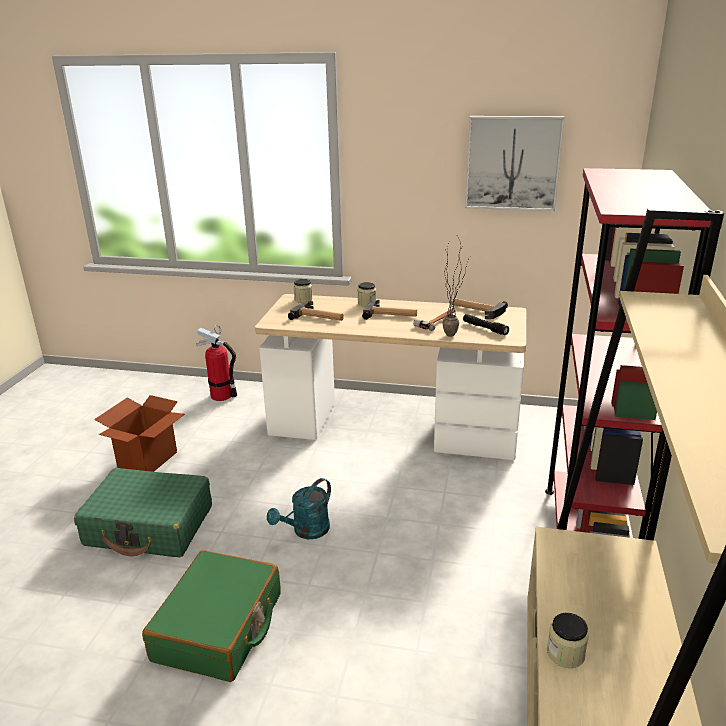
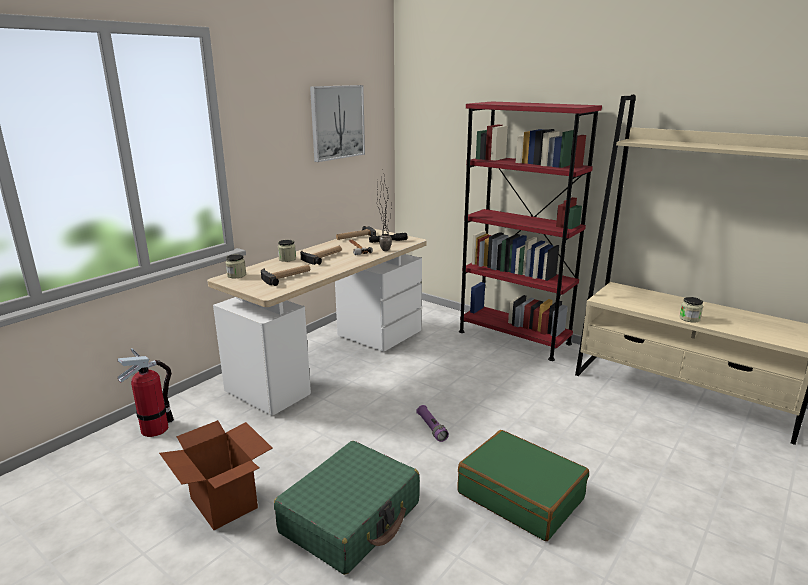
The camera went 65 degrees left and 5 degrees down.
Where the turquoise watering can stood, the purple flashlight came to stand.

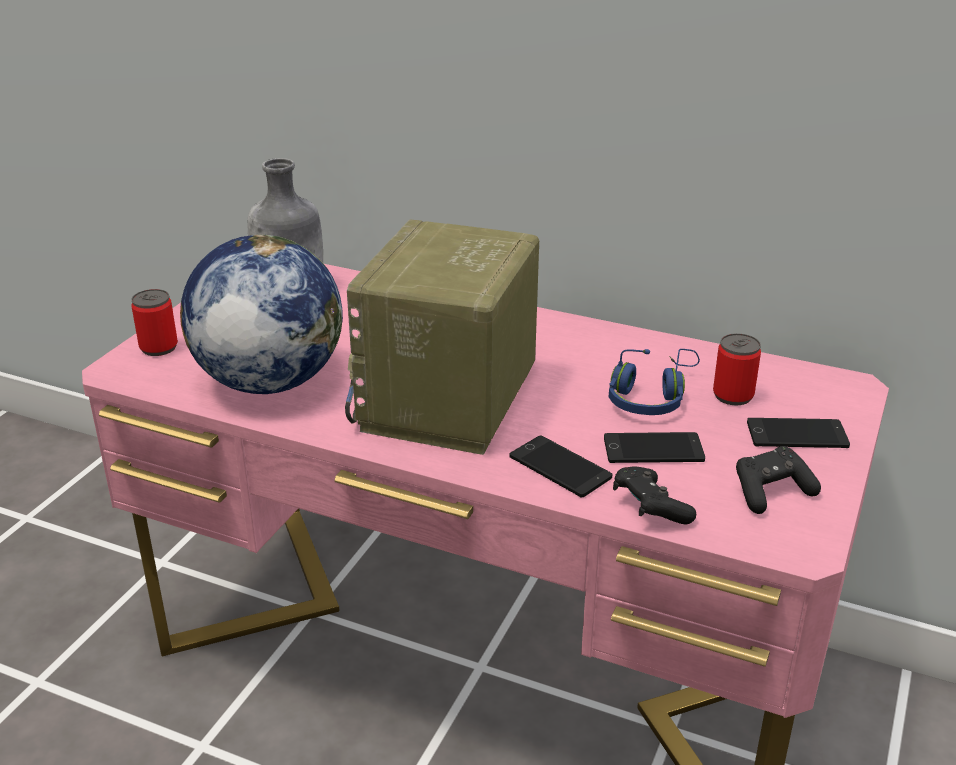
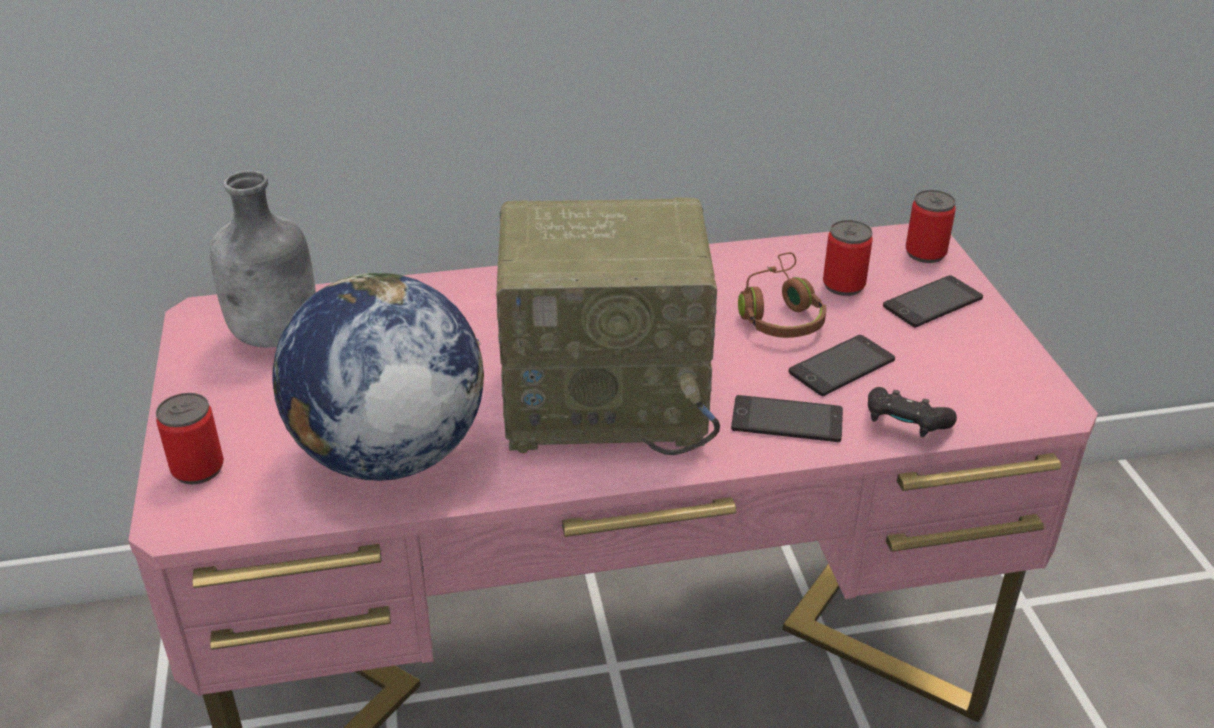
The camera went 35 degrees left and 5 degrees up.
The radio ended up facing another way, 75 degrees counterclockwise from before.
What was the blue headphones turned into the brown headphones.
The second view lost the black game controller (2nd from left).
The second view gained the can (3rd from left).

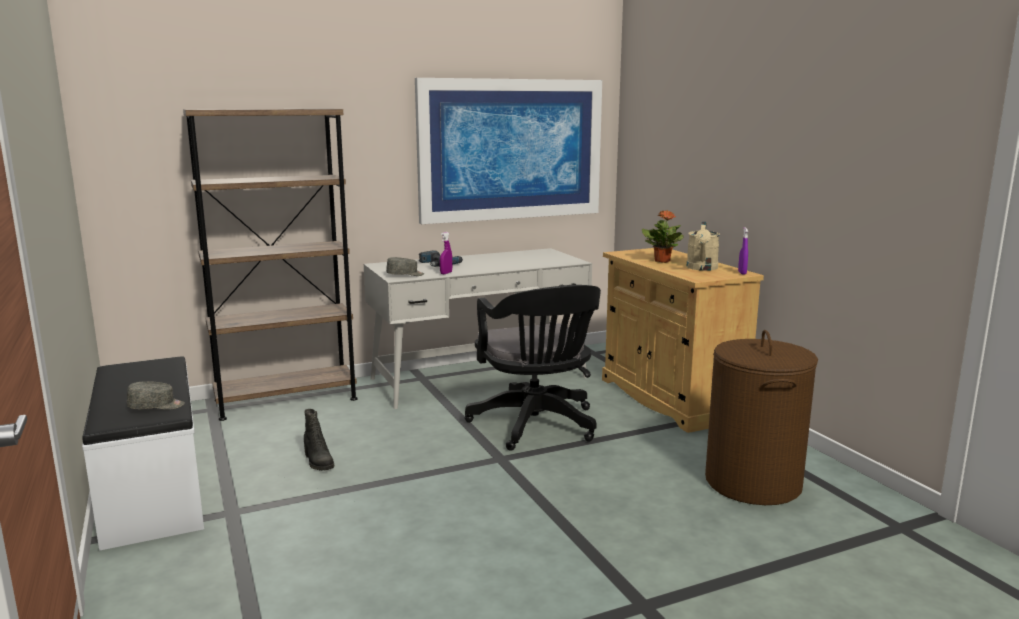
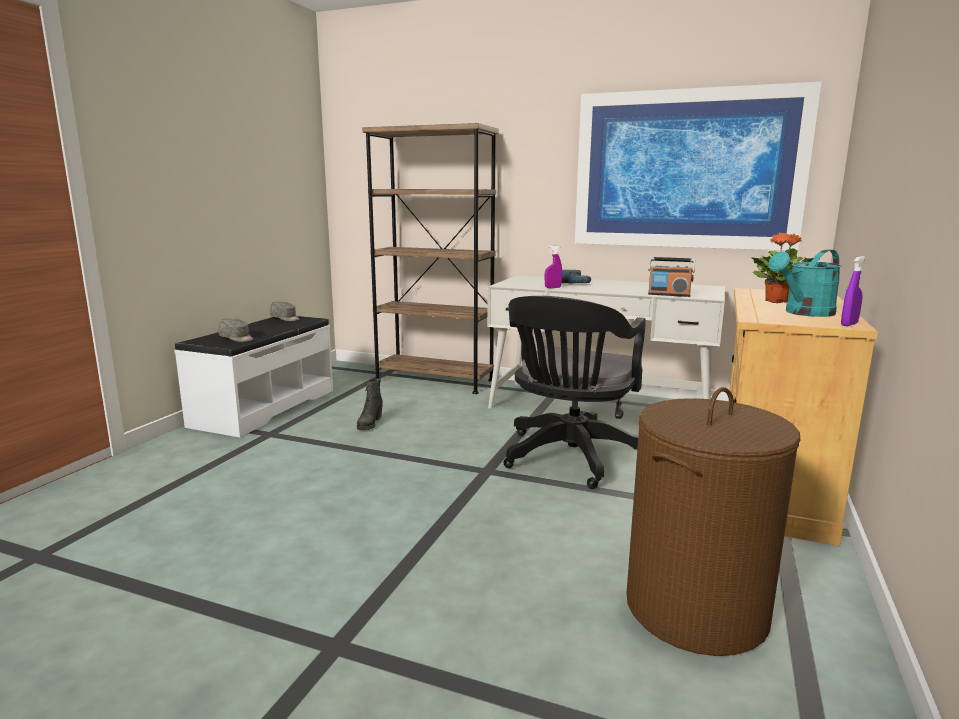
The camera went 45 degrees right and 0 degrees up.
The grey cap (2nd from left) ended up elsewhere.
What was the beige watering can turned into the turquoise watering can.
The second view gained the radio.

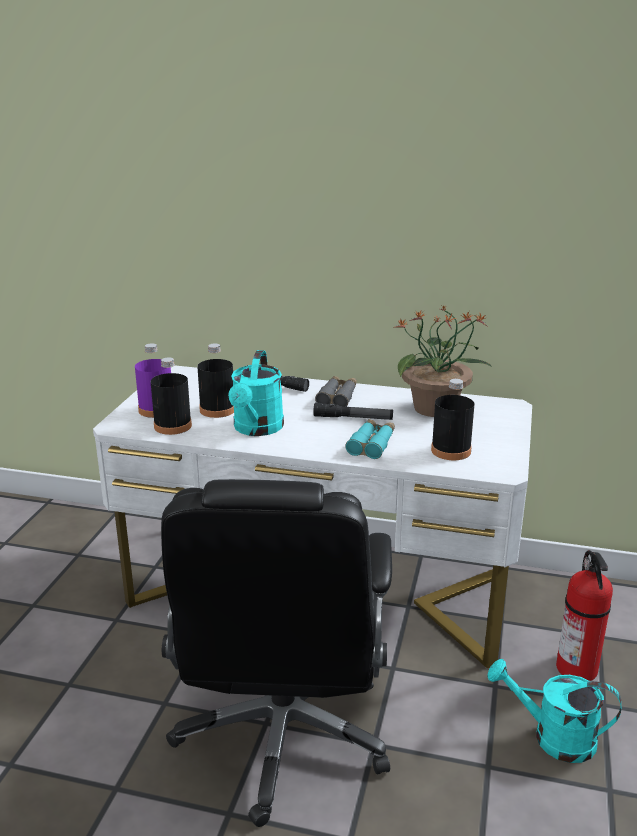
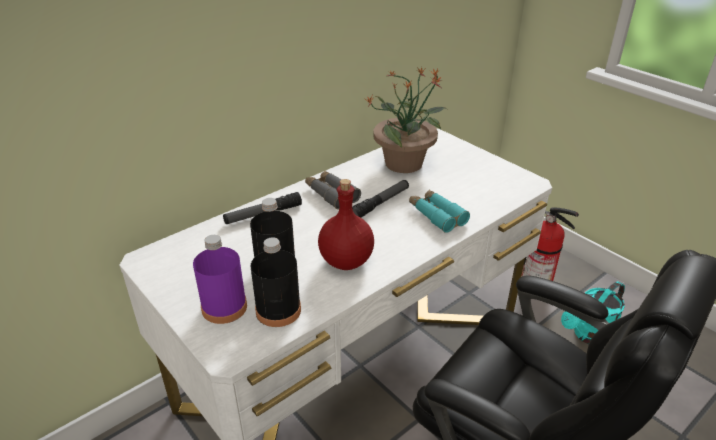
The camera went 55 degrees left and 10 degrees up.
Where the turquoise watering can (1st from left) stood, the red bottle came to stand.
The second view lost the black bottle (3rd from left).

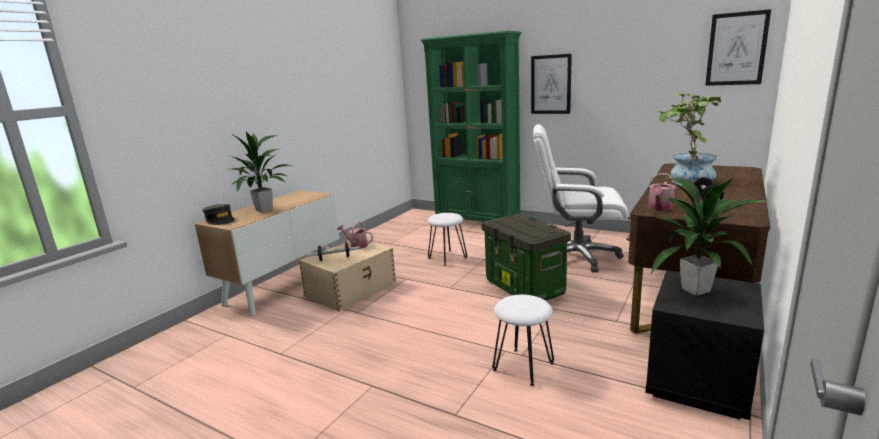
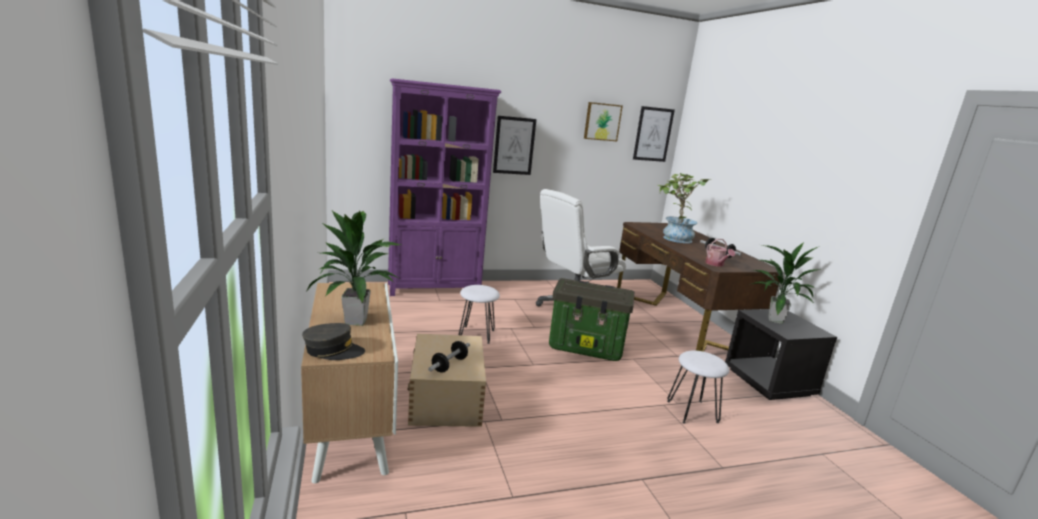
The camera went 50 degrees left and 0 degrees up.
The second view lost the watering can (1st from left).
What was the green bookcase turned into the purple bookcase.
The second view gained the picture (2nd from left).

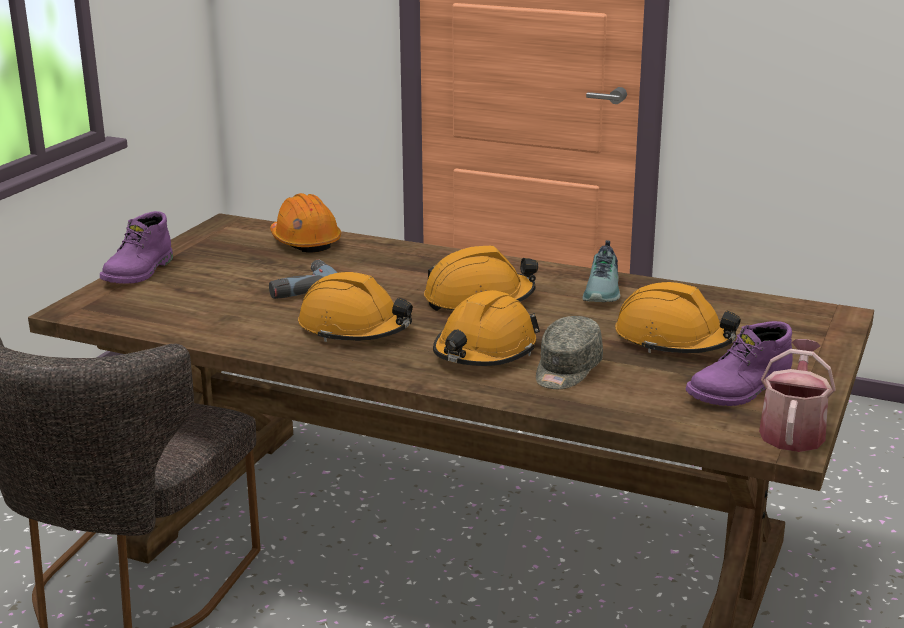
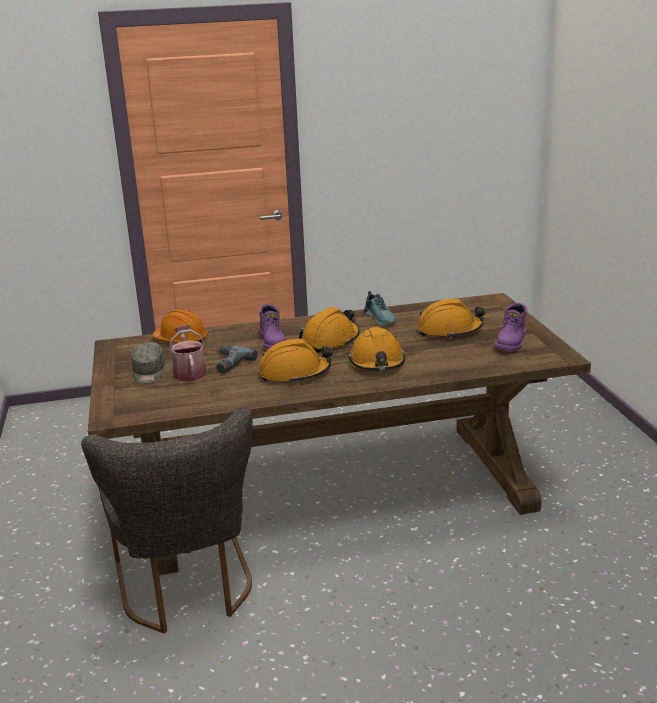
The camera went 35 degrees left and 0 degrees up.
The purple boot (1st from left) ended up elsewhere.
The grey cap ended up elsewhere.
The watering can ended up elsewhere.

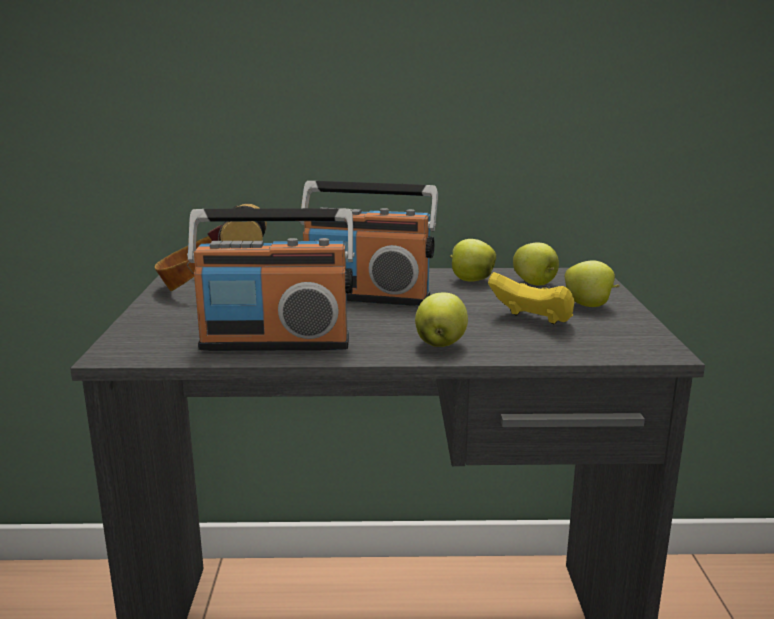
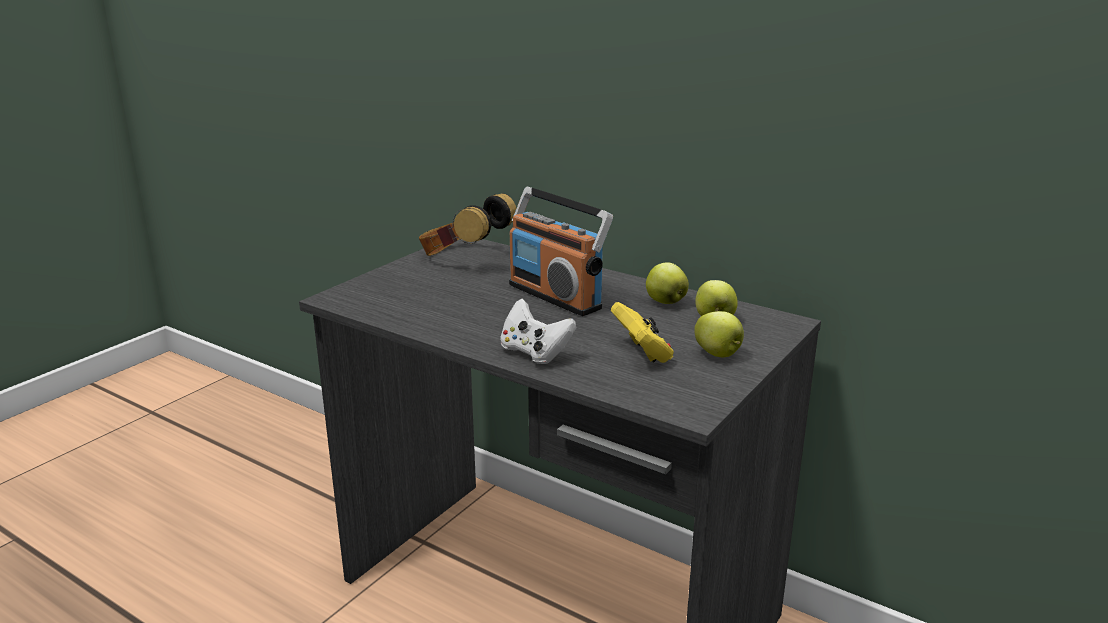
The camera went 35 degrees right and 5 degrees up.
The second view lost the radio (1st from left).
Where the apple (1st from left) stood, the white game controller came to stand.

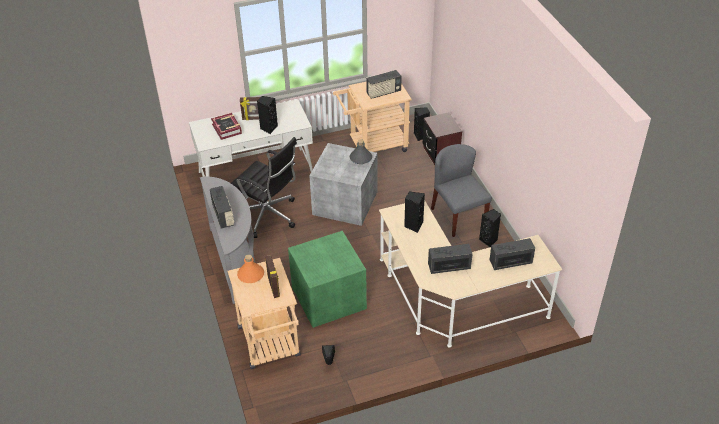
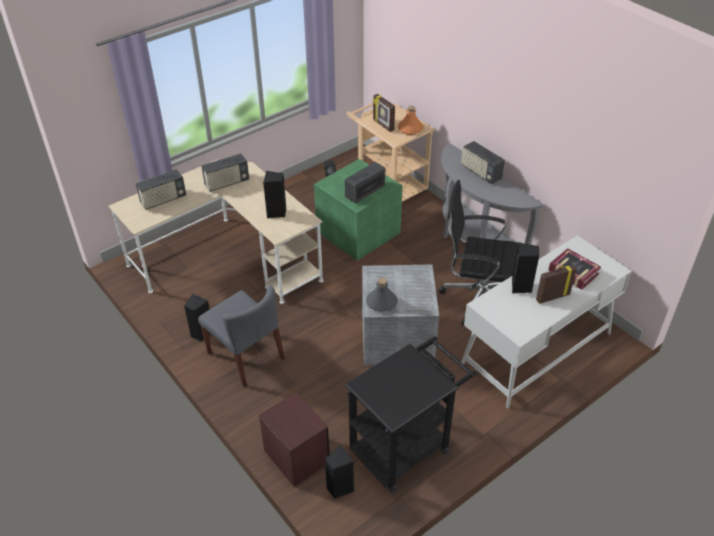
The camera went 160 degrees right and 0 degrees up.
What was the beige cart (2nd from left) turned into the black cart.
The radio (2nd from left in the first image) ended up elsewhere.

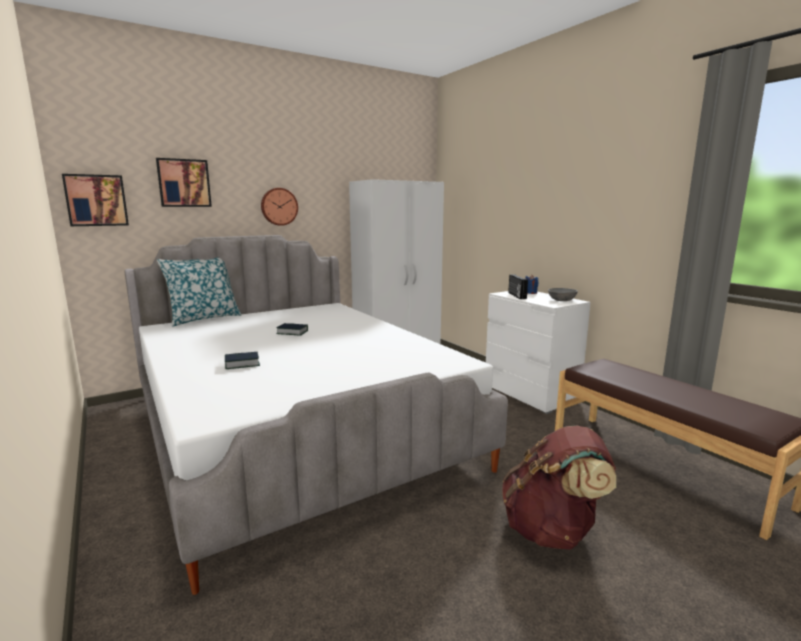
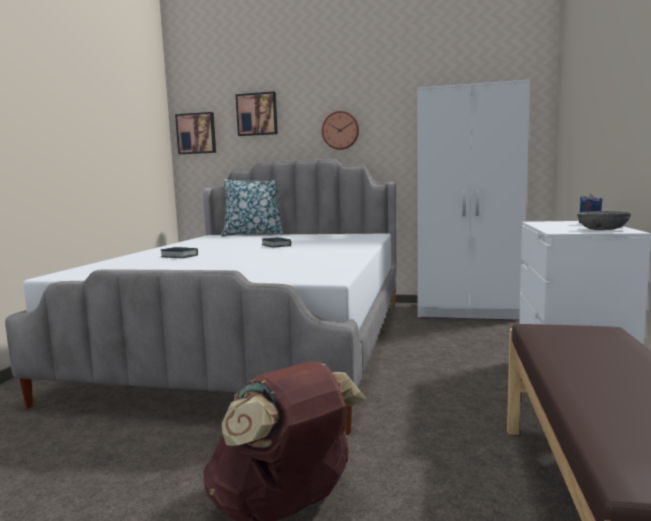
The camera went 45 degrees right and 5 degrees down.
The second view lost the radio.

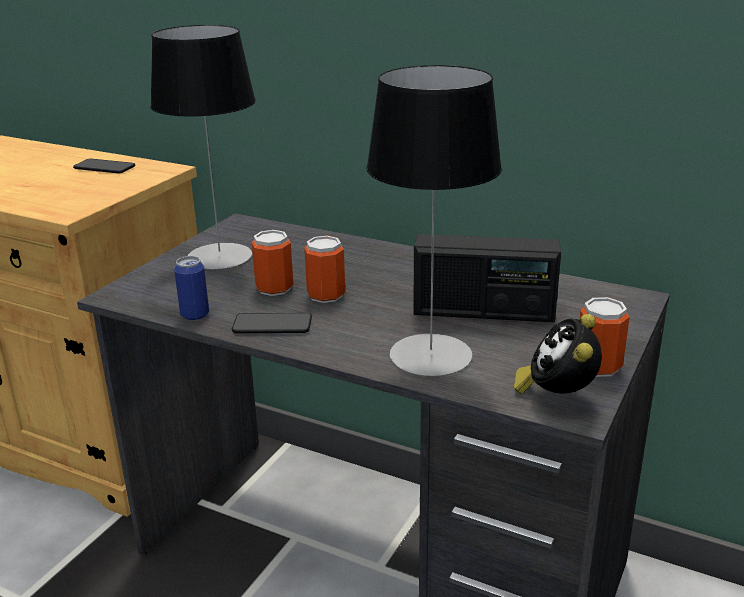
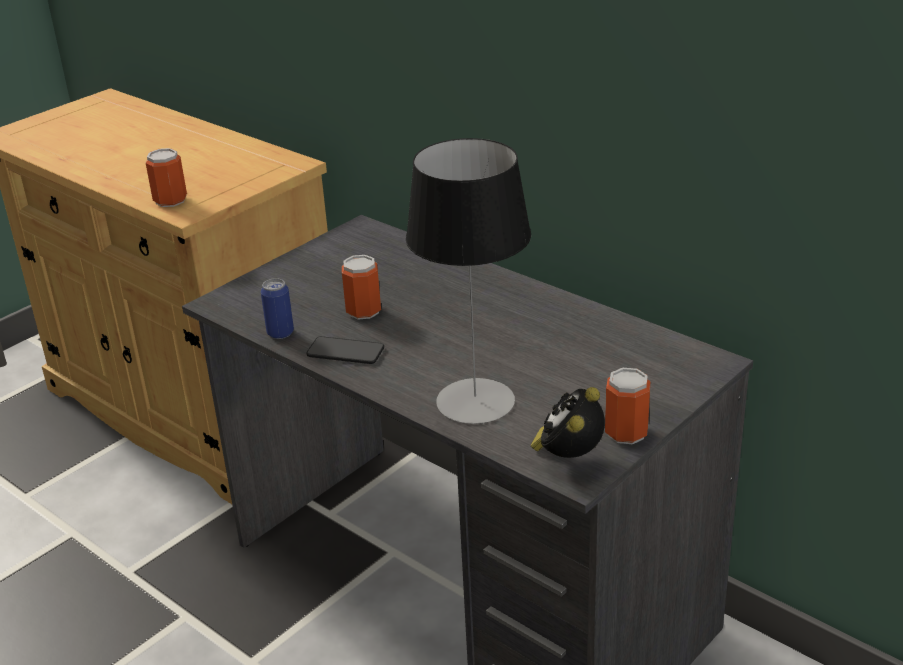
The camera went 15 degrees right and 5 degrees up.
The second view lost the phone (1st from left).
The second view lost the table lamp (1st from left).
The can (3rd from left in the first image) ended up elsewhere.
The second view lost the radio.

